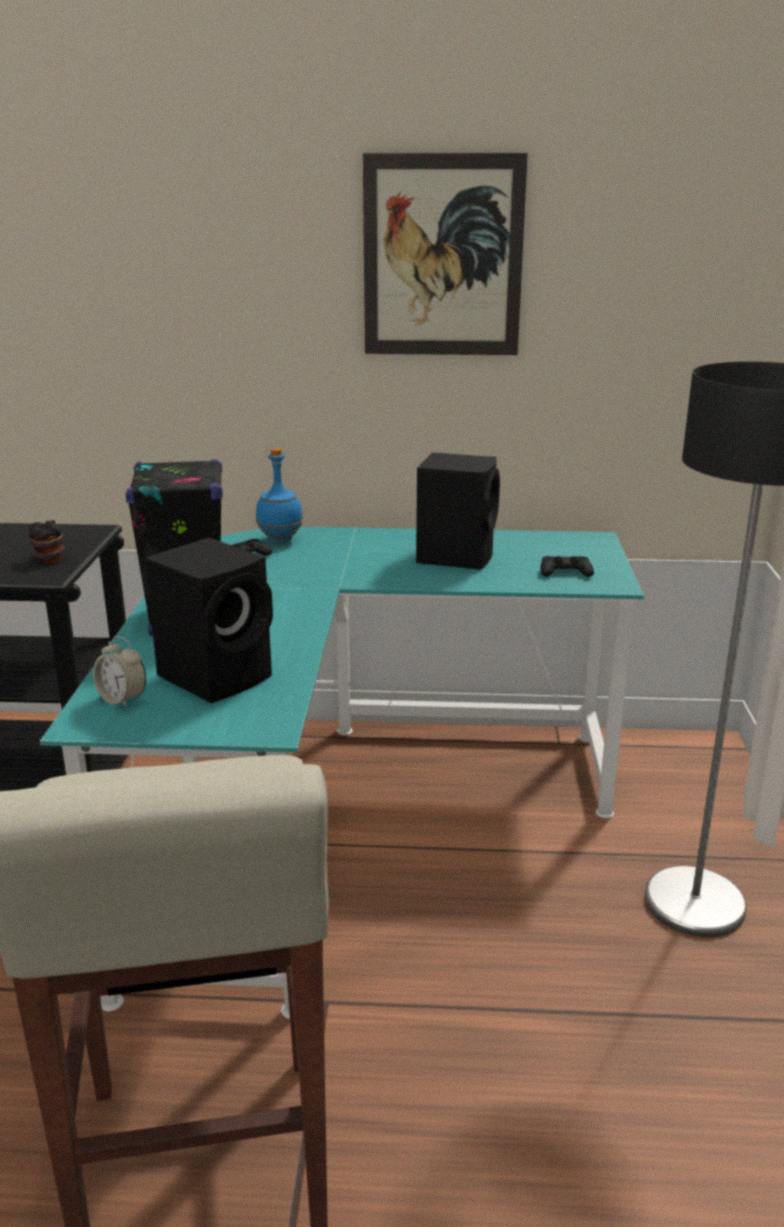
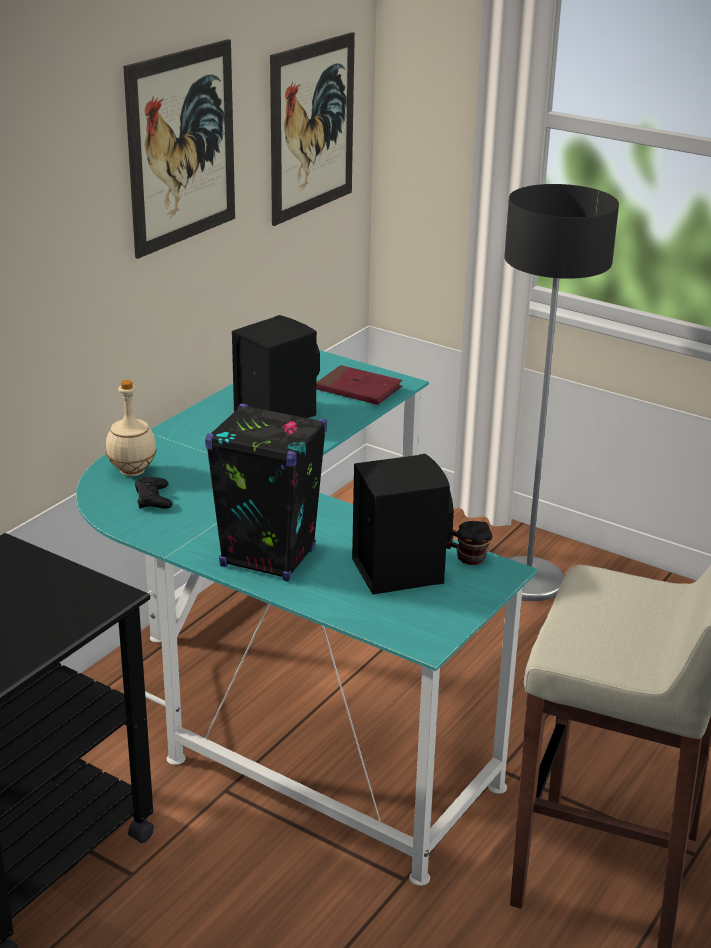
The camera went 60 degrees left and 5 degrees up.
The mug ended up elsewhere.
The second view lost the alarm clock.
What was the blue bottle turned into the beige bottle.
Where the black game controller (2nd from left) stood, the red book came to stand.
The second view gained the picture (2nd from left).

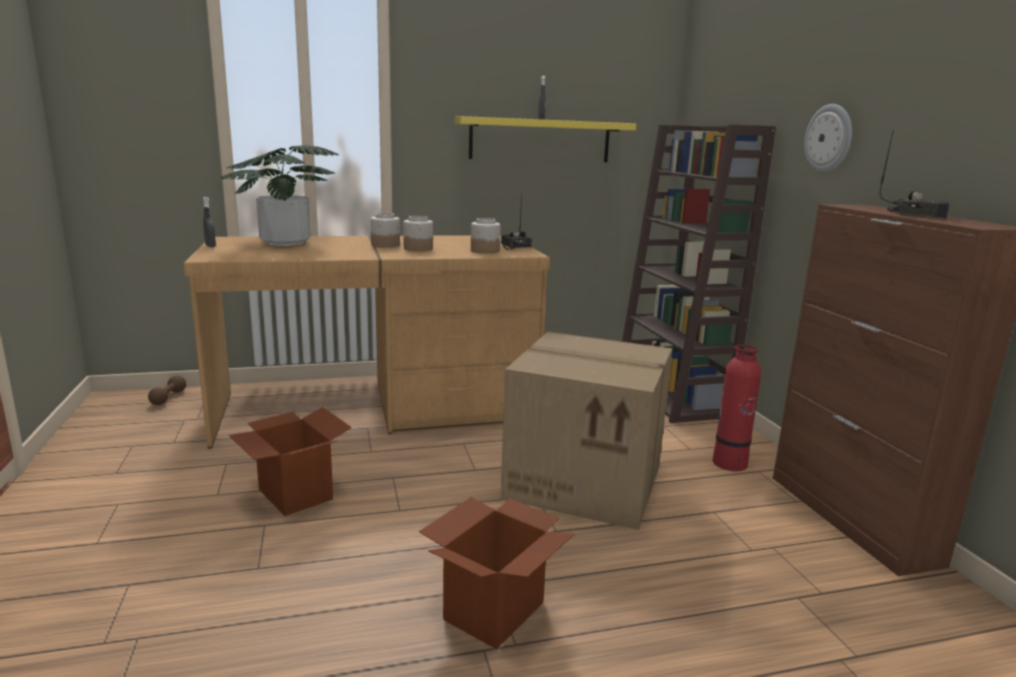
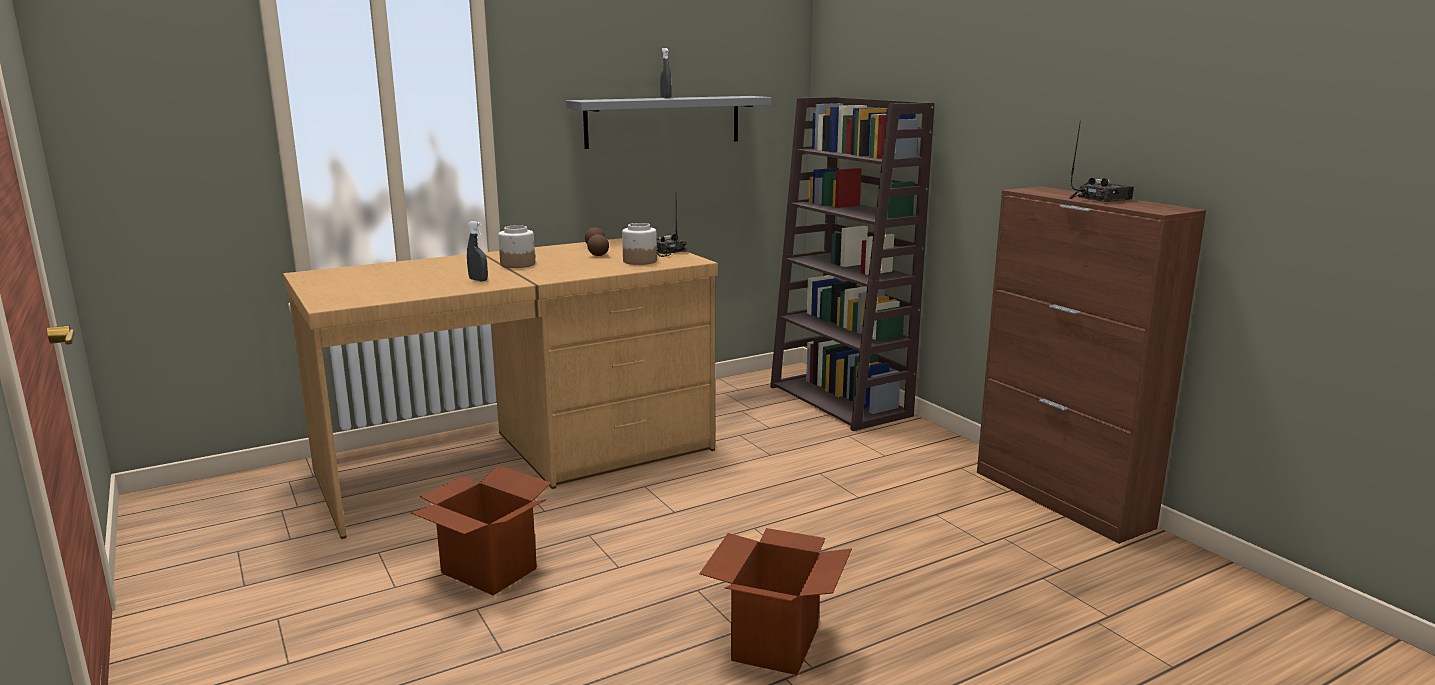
The camera went 15 degrees left and 0 degrees up.
The brown dumbbell ended up elsewhere.
The grey spray bottle (1st from left) ended up elsewhere.
The second view lost the potted plant.
The second view lost the jar (2nd from left).
What was the yellow shelf turned into the grey shelf.
The second view lost the cardboard box (3rd from left).
The second view lost the fire extinguisher.
The second view lost the wall clock.
The radio (2nd from left) ended up facing another way, 45 degrees counterclockwise from before.

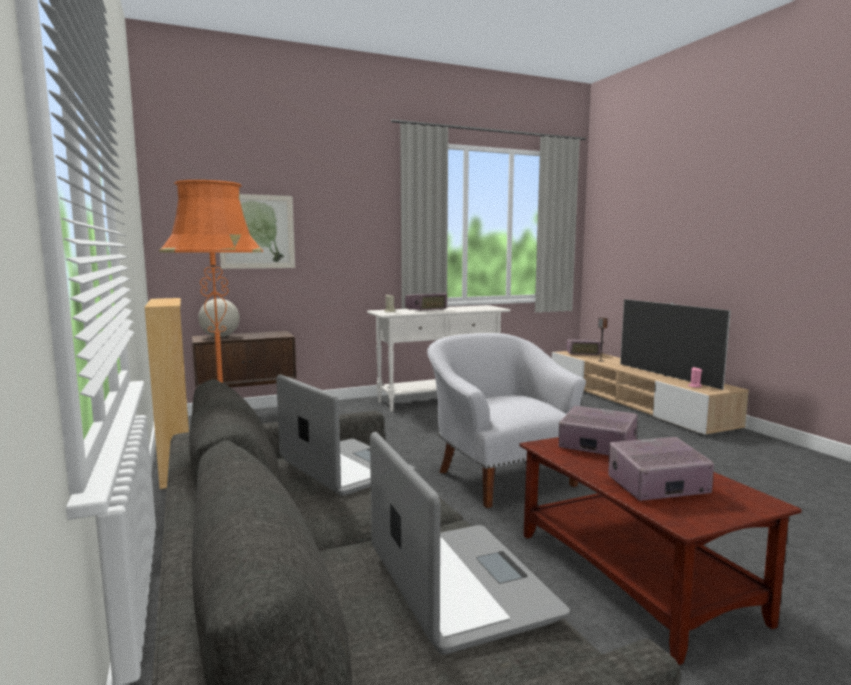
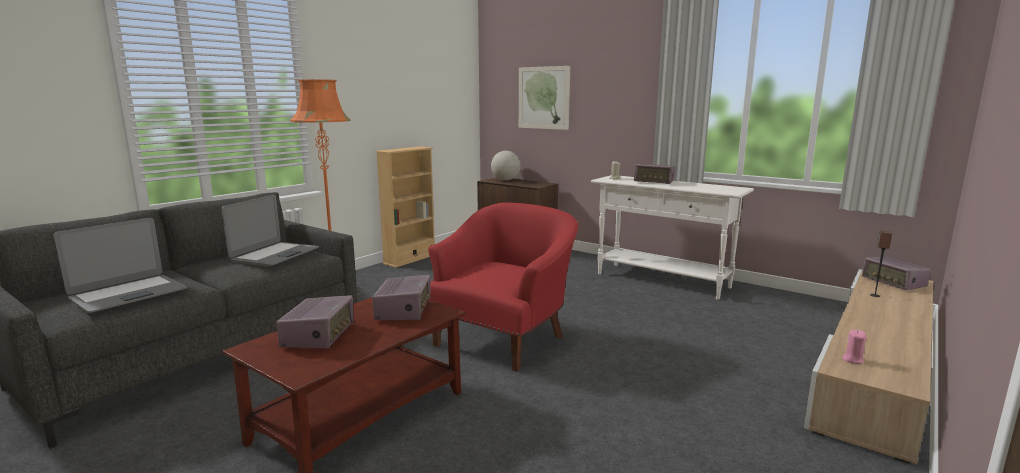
The camera went 60 degrees right and 5 degrees up.
What was the white armchair turned into the red armchair.
The radio (4th from left in the first image) ended up facing another way, 45 degrees clockwise from before.
The second view lost the television.

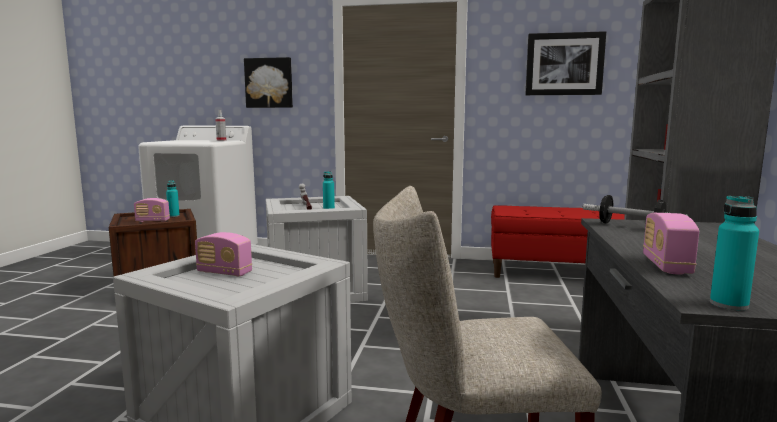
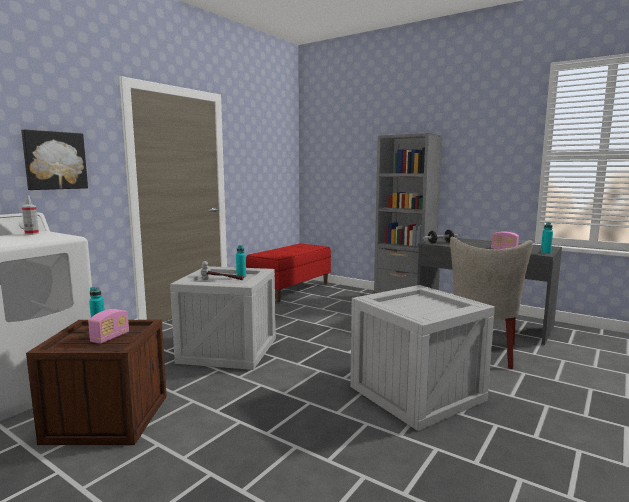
The camera went 65 degrees left and 0 degrees up.
The second view lost the radio (2nd from left).
The second view lost the picture (2nd from left).

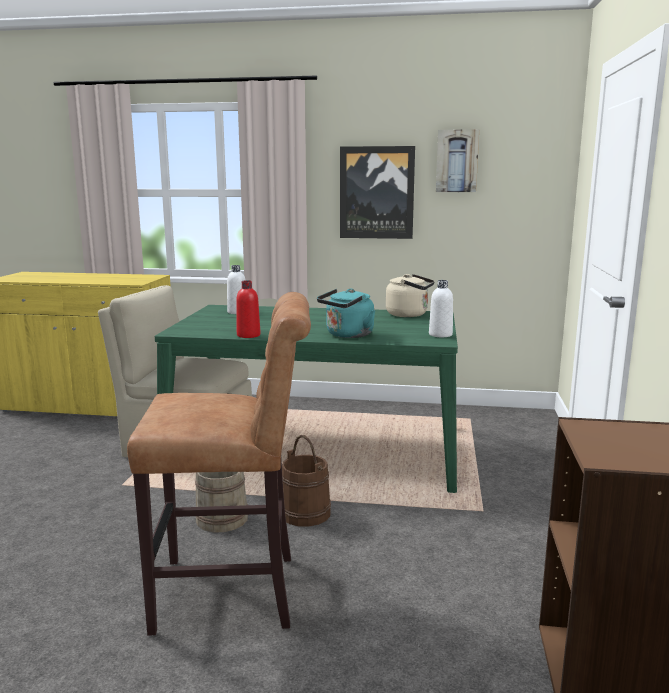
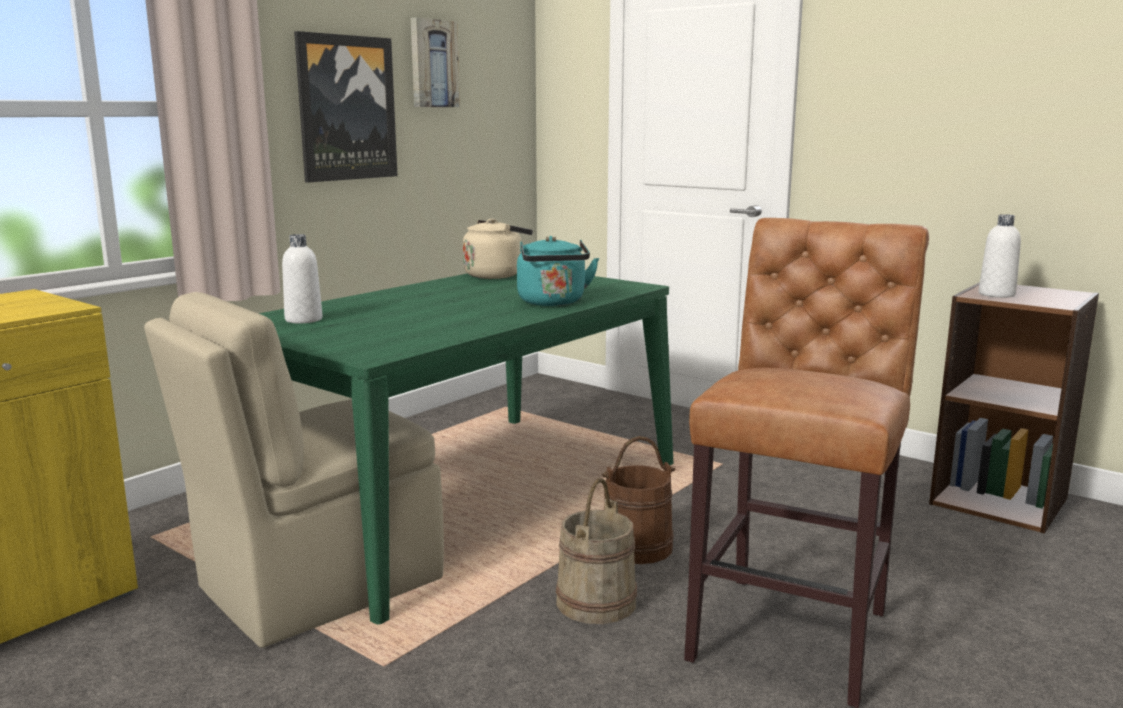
The camera went 60 degrees left and 0 degrees up.
The second view lost the red bottle.
The white bottle (2nd from left) ended up elsewhere.

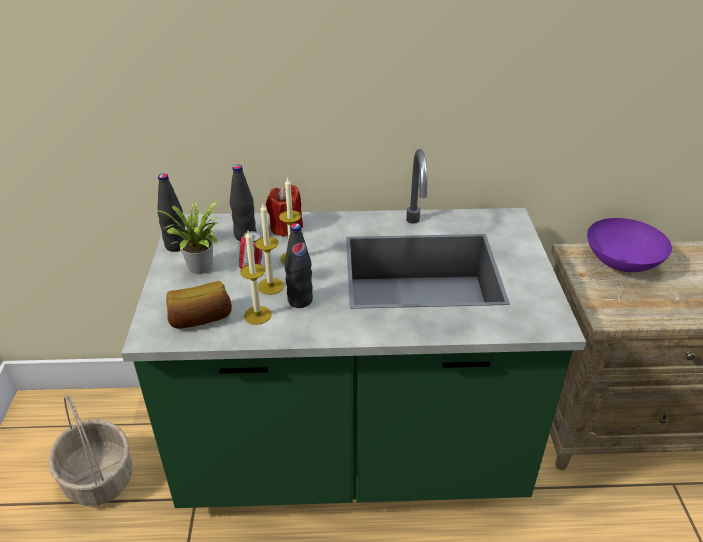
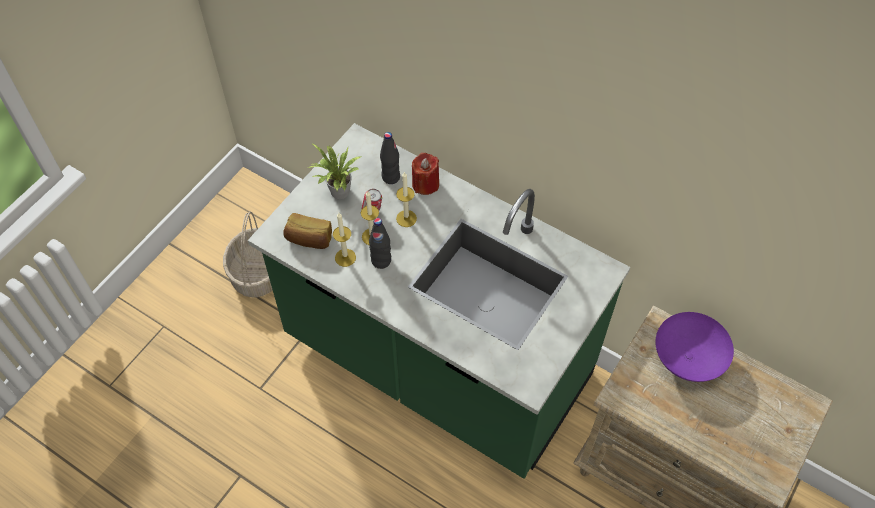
The camera went 35 degrees right and 20 degrees up.
The second view lost the black bottle (1st from left).

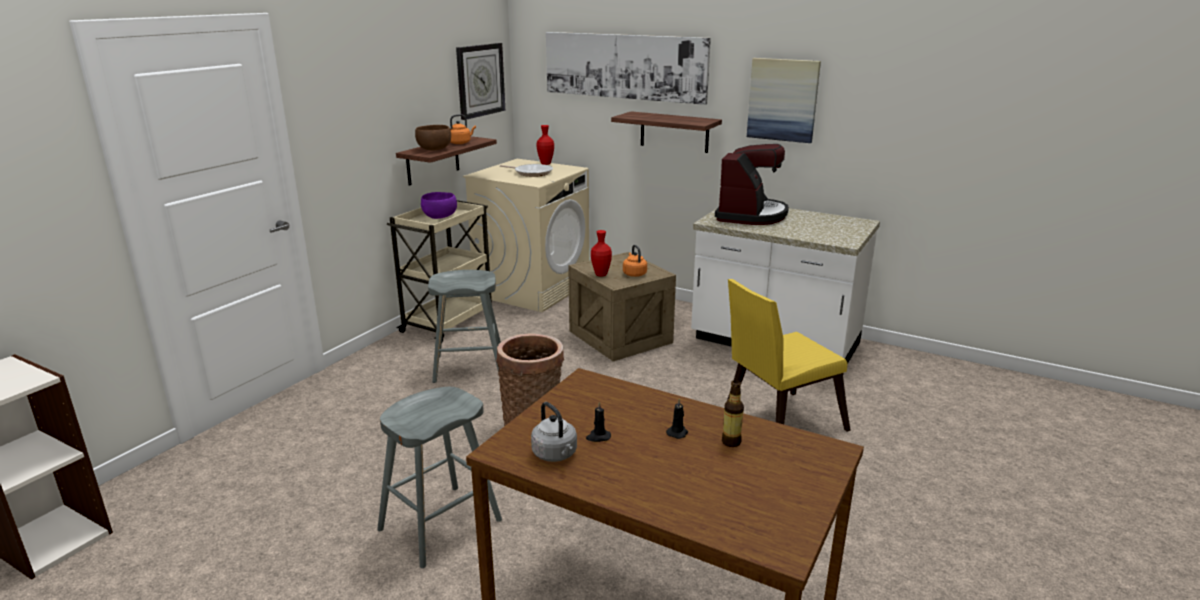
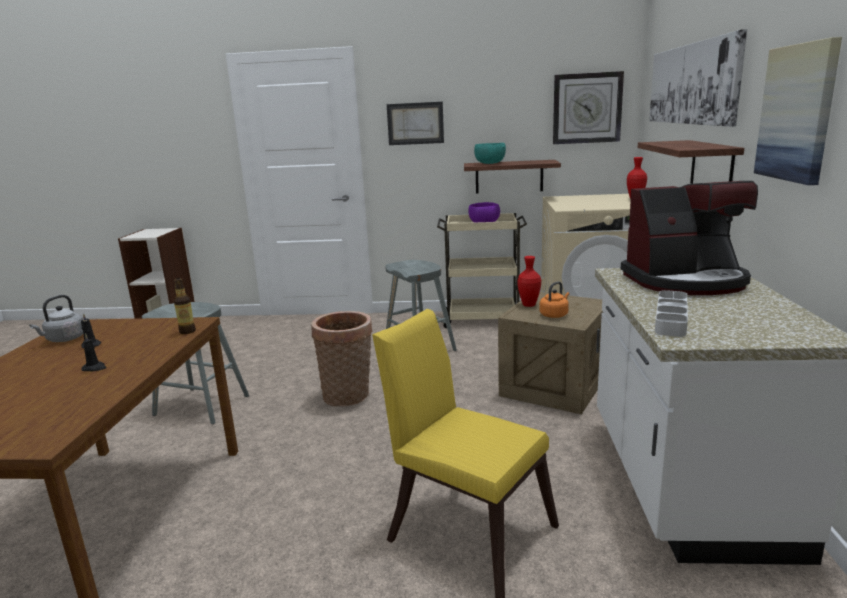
The camera went 65 degrees right and 5 degrees down.
What was the brown bowl turned into the turquoise bowl.
The second view lost the orange kettle (1st from left).
The second view lost the frying pan.
The bottle ended up elsewhere.
The second view gained the picture (1st from left).
The second view gained the grey tray.

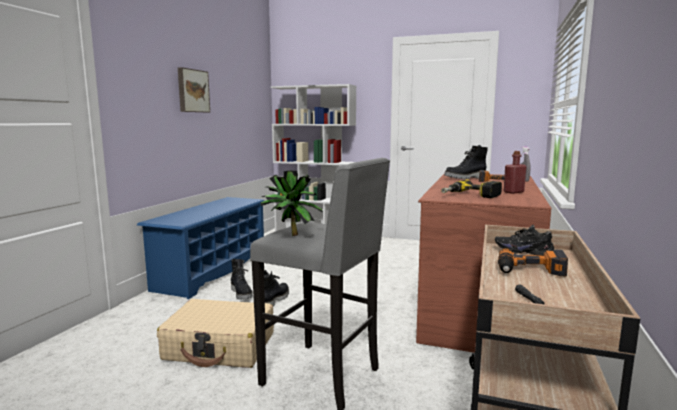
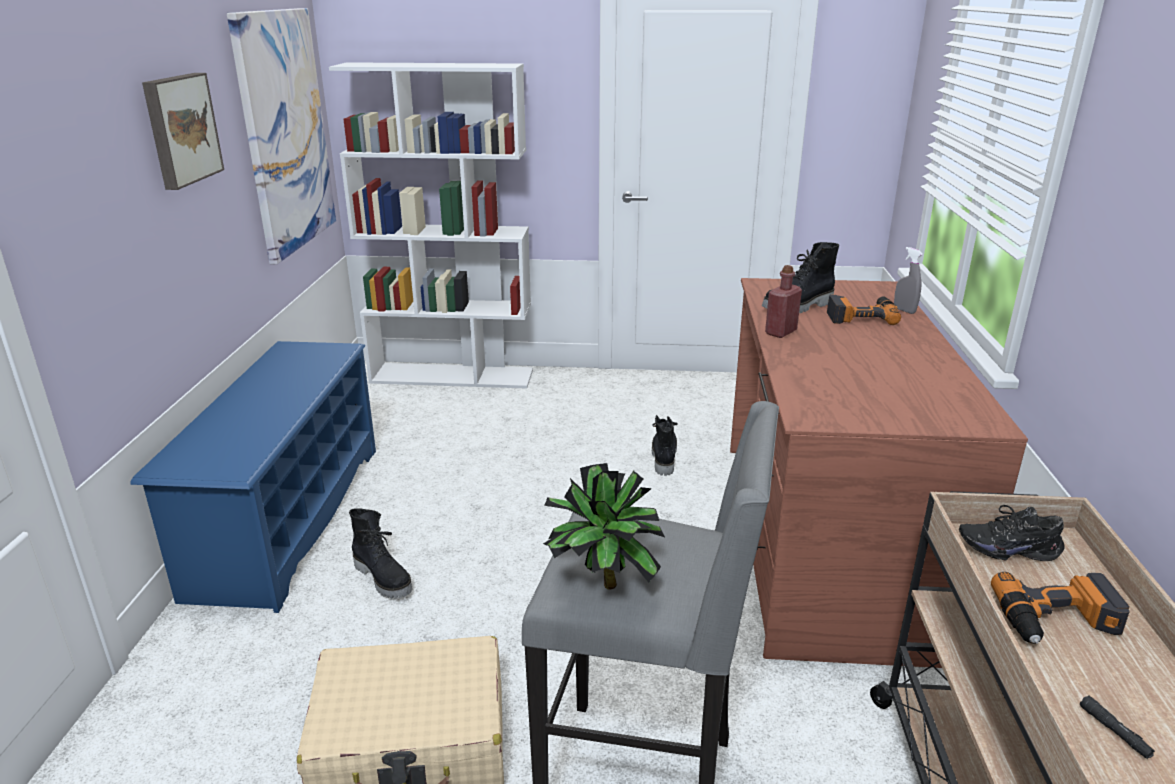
The camera went 15 degrees left and 15 degrees up.
The black boot (2nd from left) ended up elsewhere.
The second view lost the power drill (1st from left).
The red bottle ended up elsewhere.
The second view gained the picture (2nd from left).

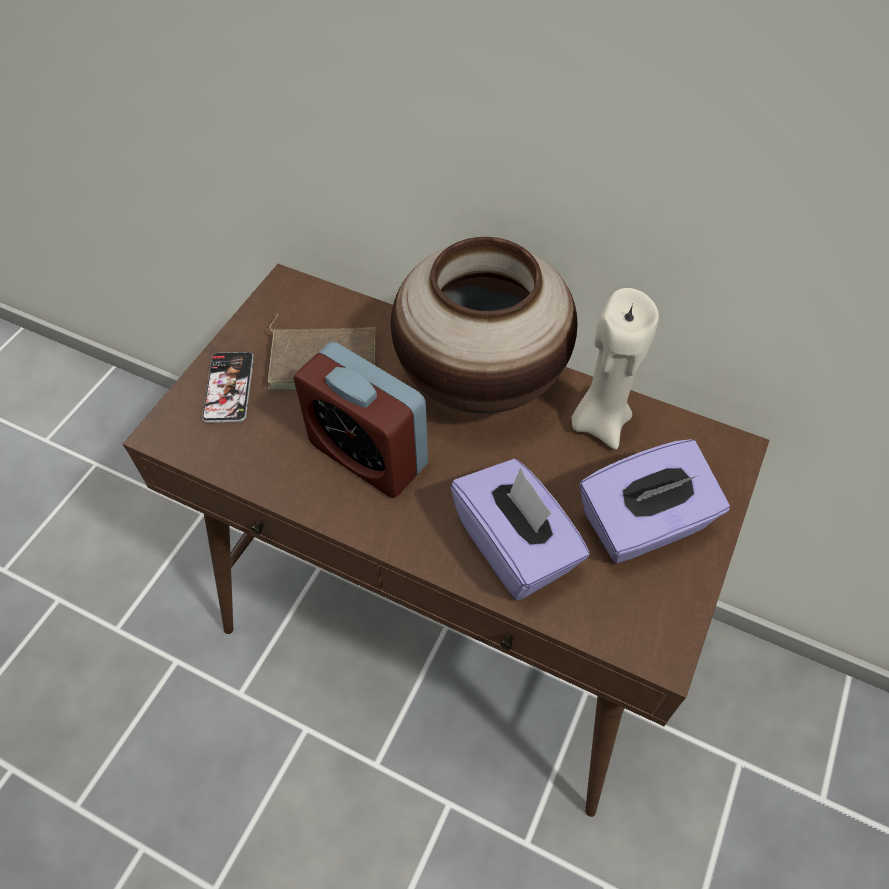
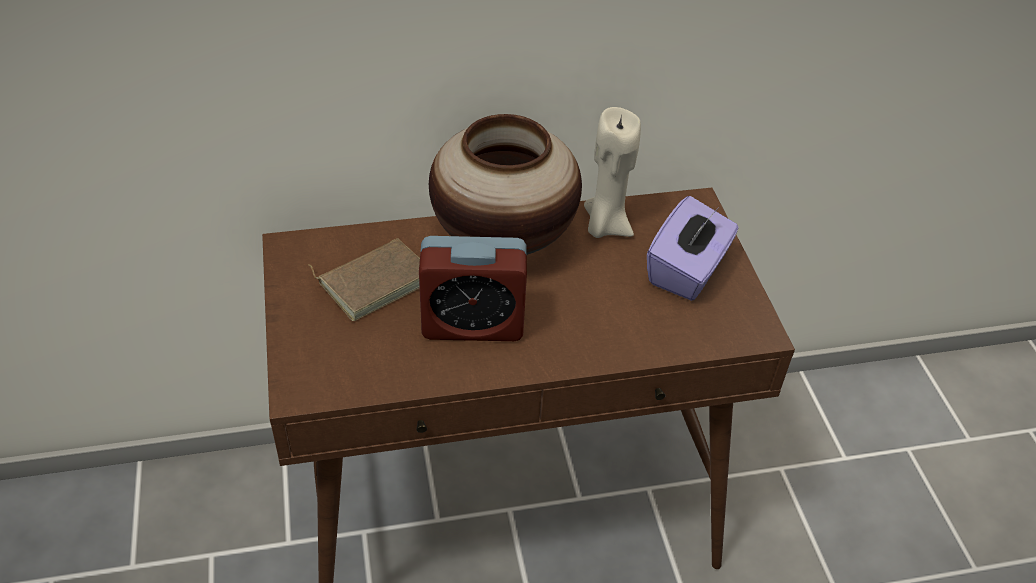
The camera went 40 degrees left and 10 degrees down.
The second view lost the phone.
The second view lost the purple tissue box (1st from left).

